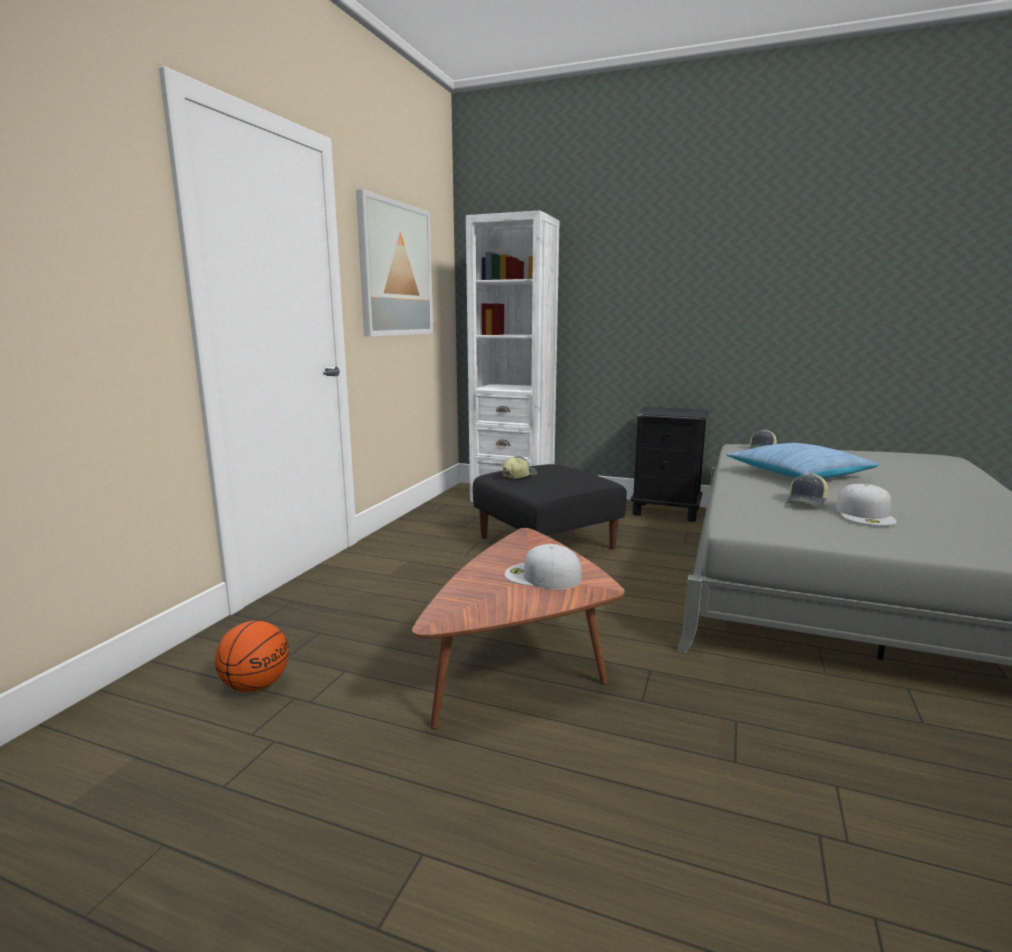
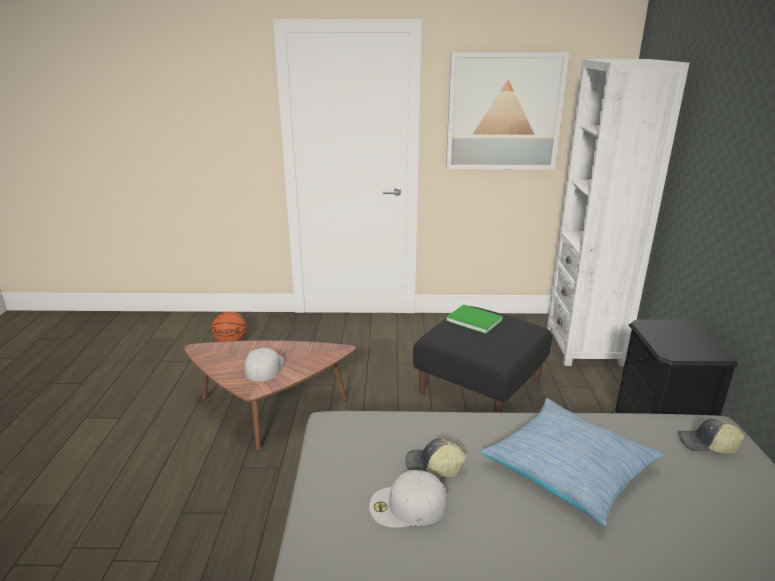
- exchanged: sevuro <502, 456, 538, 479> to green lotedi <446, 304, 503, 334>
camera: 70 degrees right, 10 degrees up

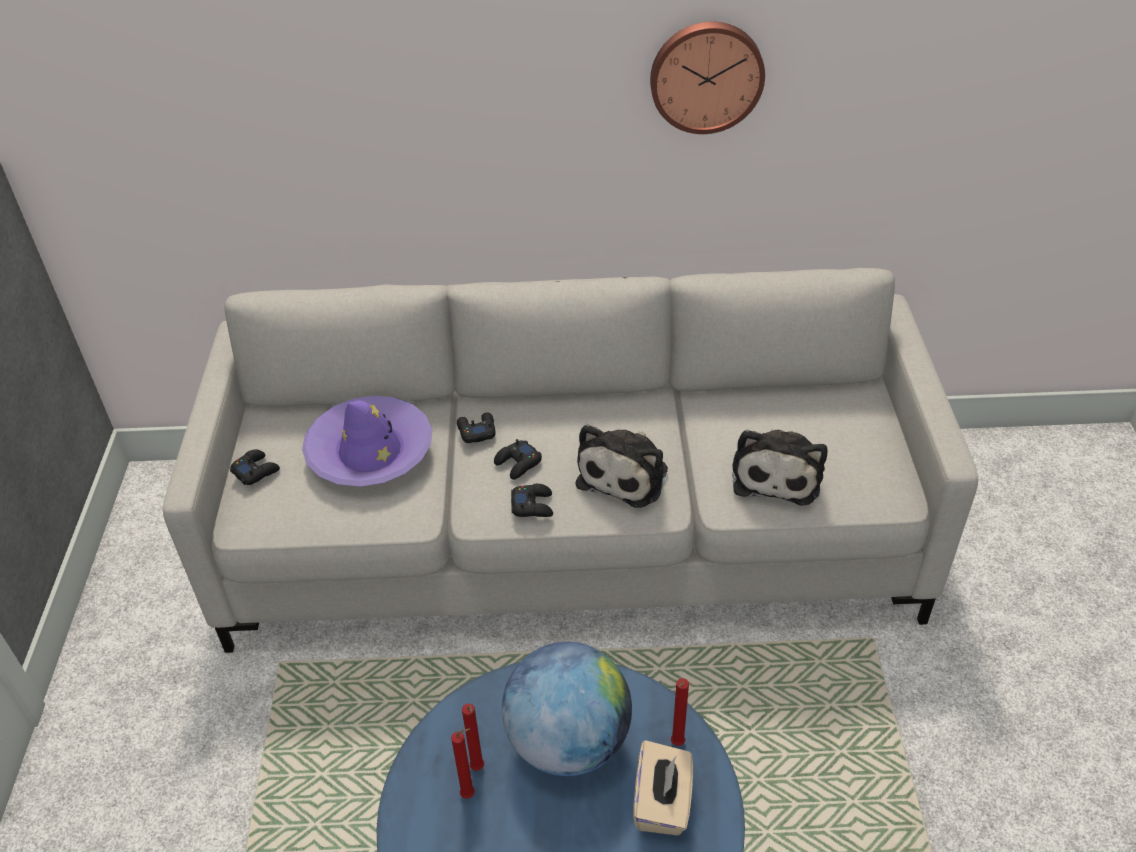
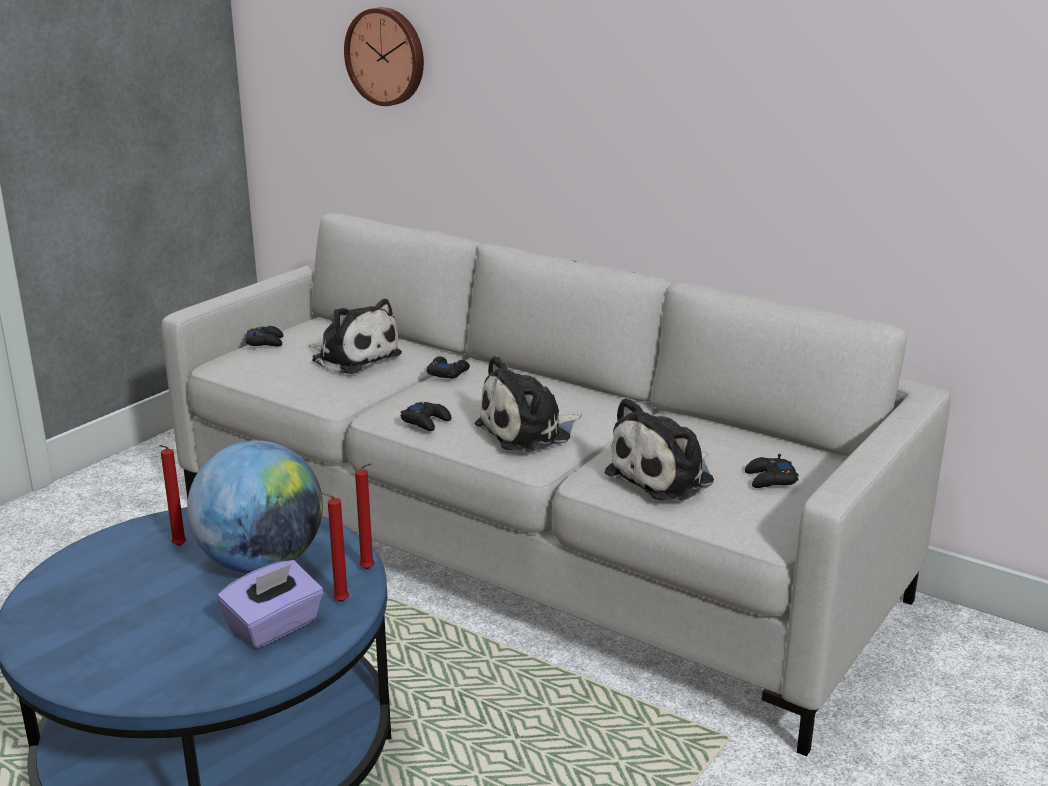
- colour: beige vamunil <634, 740, 693, 836> to purple vamunil <217, 560, 324, 649>
- exchanged: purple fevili <302, 396, 432, 487> to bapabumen <309, 299, 402, 374>
- relocated: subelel <650, 22, 765, 134> to <344, 7, 424, 106>
- relocated: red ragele <451, 729, 475, 799> to <355, 463, 375, 569>
- relocated: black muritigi <494, 439, 542, 480> to <745, 454, 799, 488>
camera: 35 degrees right, 20 degrees down

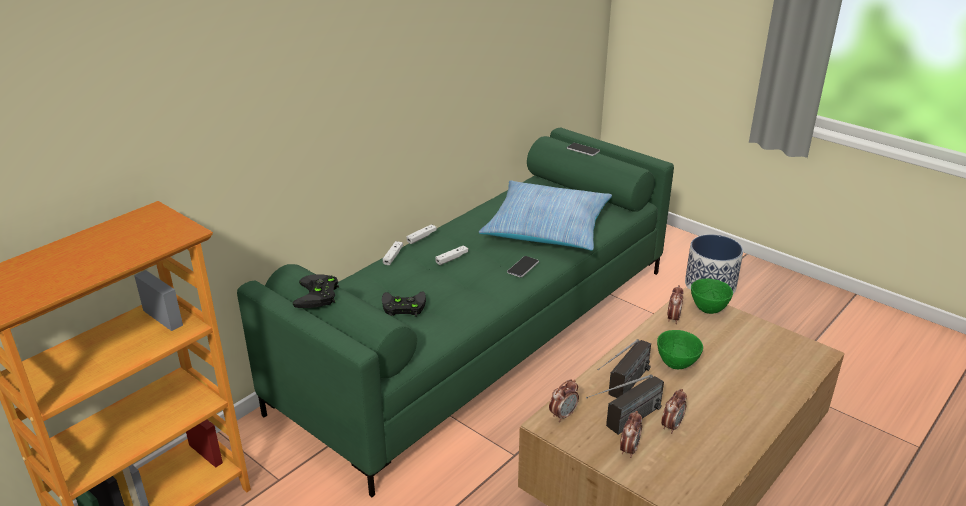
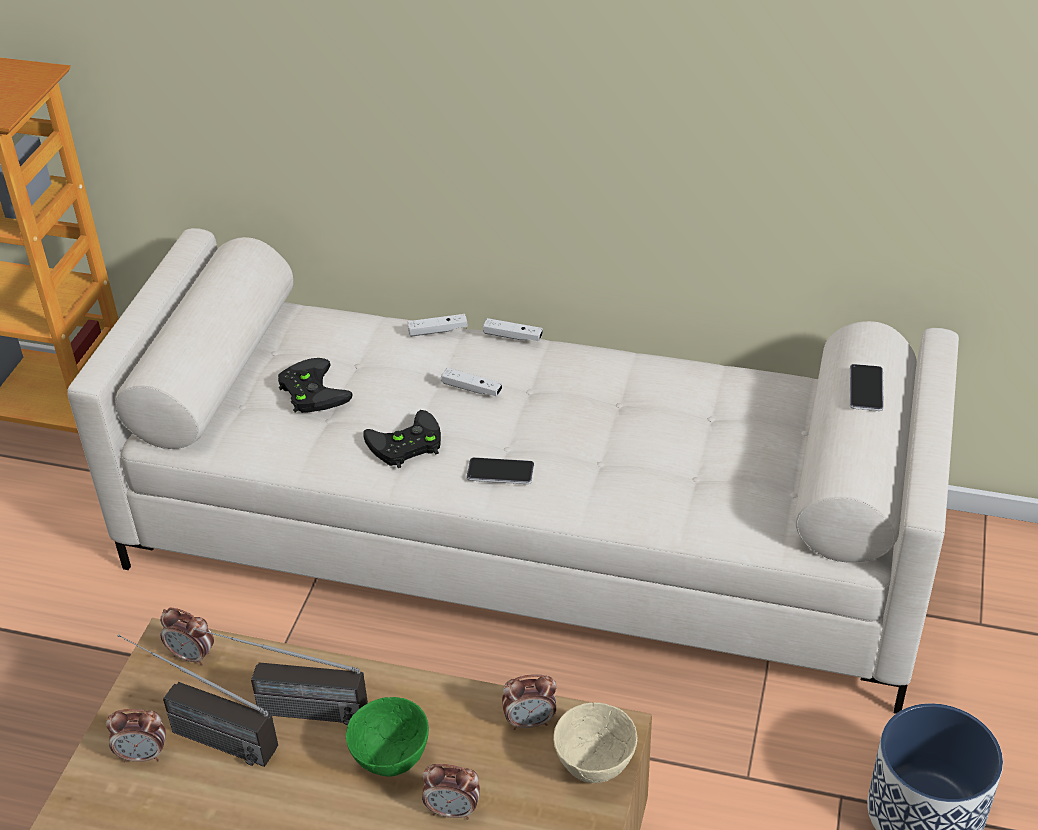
- colour: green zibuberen <237, 128, 674, 497> to white zibuberen <67, 228, 959, 714>
- relocated: black muritigi <293, 274, 339, 308> to <363, 410, 441, 468>
- relocated: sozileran <661, 389, 687, 434> to <422, 764, 480, 820>
- colour: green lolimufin <691, 279, 733, 314> to beige lolimufin <553, 702, 637, 783>
- missing: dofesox <479, 180, 612, 250>
camera: 65 degrees right, 10 degrees up

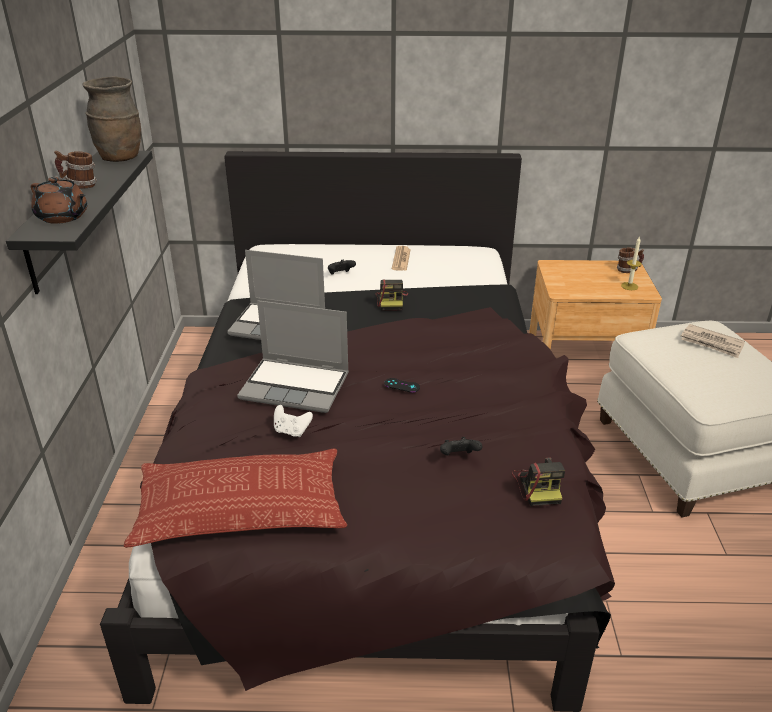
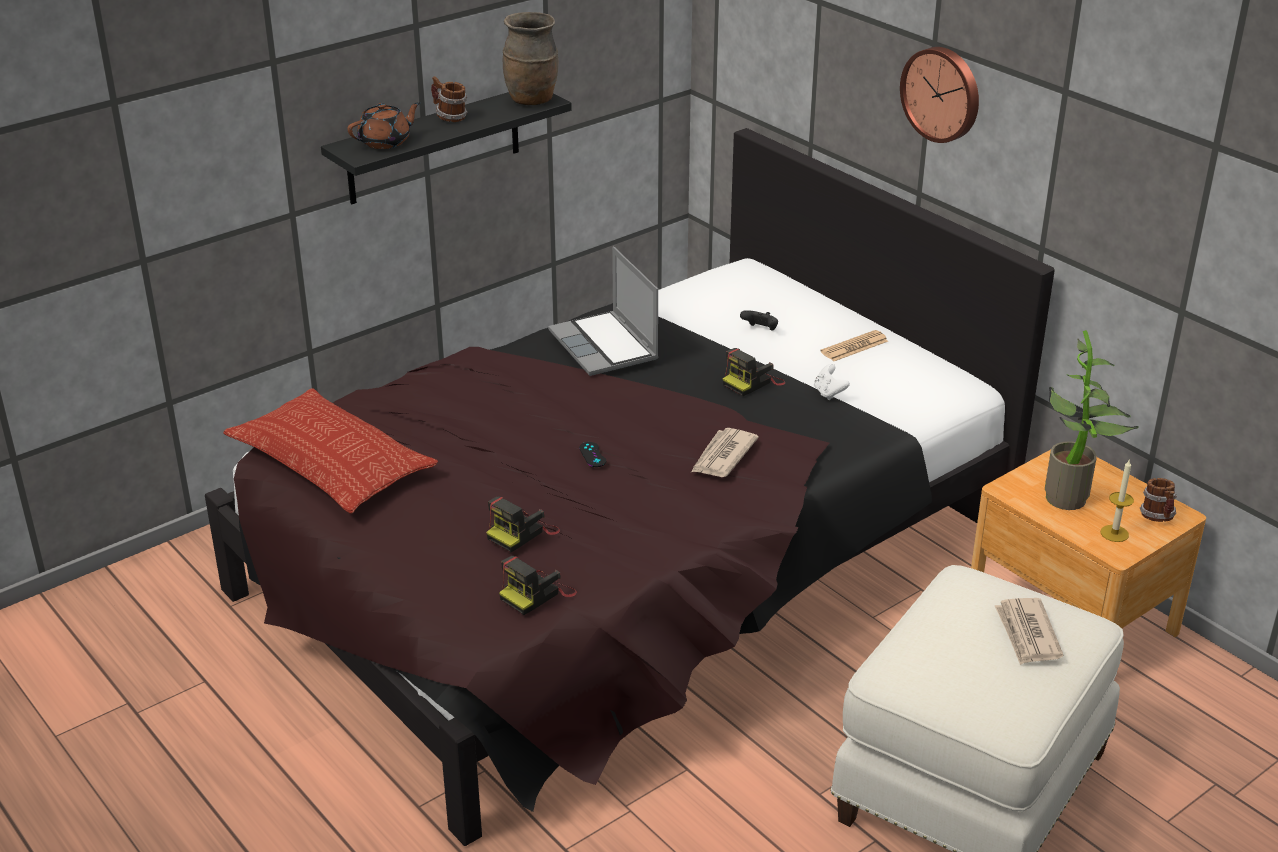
- spun: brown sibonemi <31, 177, 88, 224> = <347, 102, 421, 149> 120 degrees counterclockwise
- exchanged: black muritigi <440, 437, 482, 455> to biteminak <486, 496, 560, 552>
- appeared: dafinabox <691, 428, 759, 477>
- relocated: white muritigi <274, 405, 313, 437> to <814, 364, 850, 400>
- appeared: subelel <900, 47, 979, 143>
- appeared: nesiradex <1045, 330, 1139, 510>
- missing: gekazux <237, 300, 349, 413>
camera: 50 degrees right, 0 degrees up

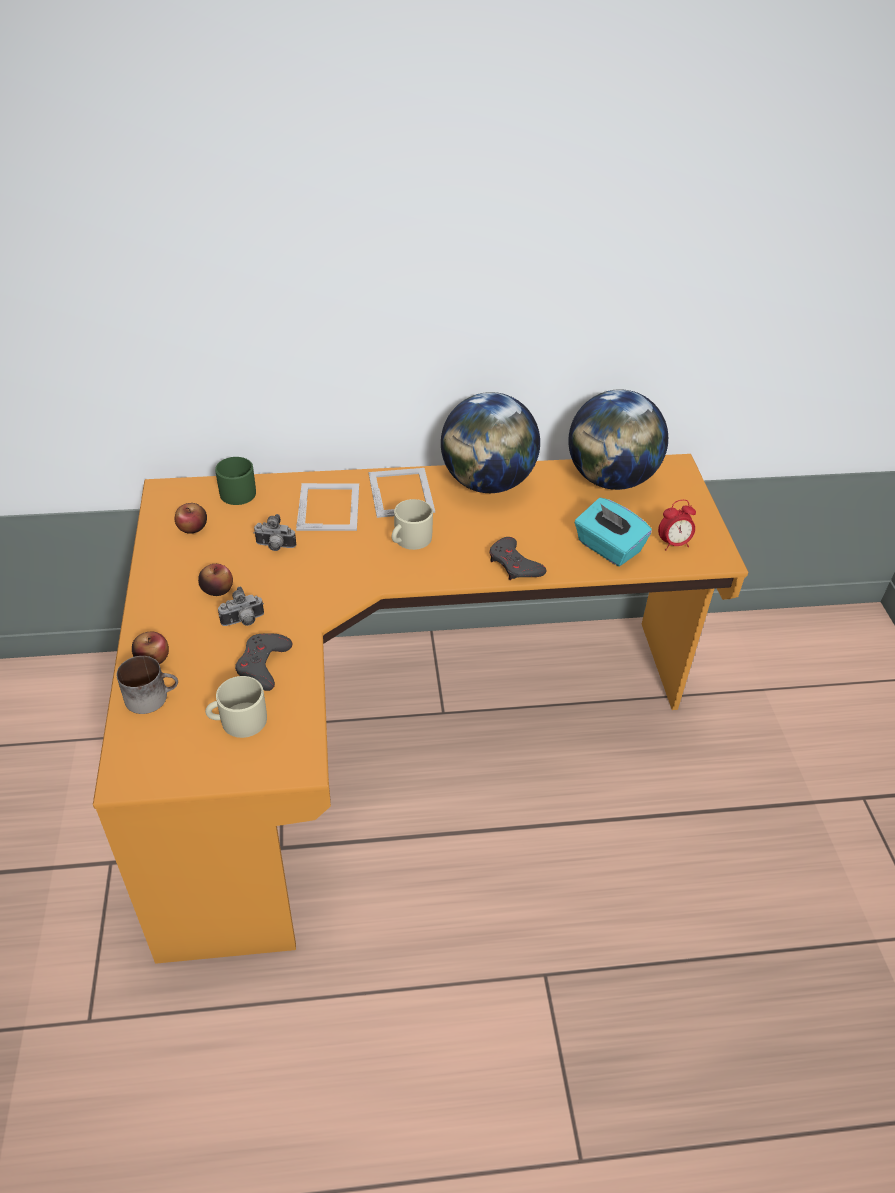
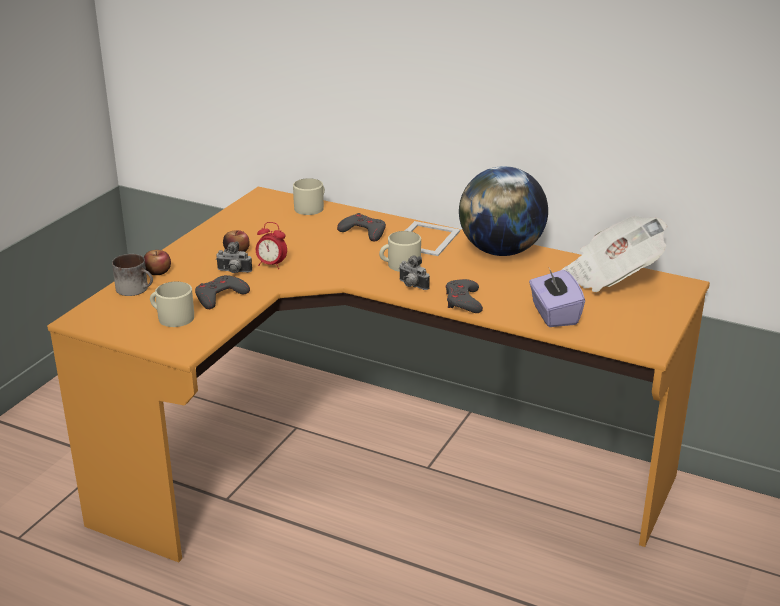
- relocated: sozileran <658, 500, 696, 551> to <256, 222, 287, 269>
- colour: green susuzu <215, 457, 256, 505> to beige susuzu <293, 178, 325, 215>
- exchanged: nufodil <296, 483, 359, 531> to grey muritigi <337, 213, 386, 242>
- relocated: biteminak <254, 514, 296, 551> to <399, 255, 430, 290>
- colour: turquoise vamunil <574, 498, 652, 566> to purple vamunil <529, 268, 585, 327>
- exchanged: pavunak <568, 389, 668, 490> to dafinabox <562, 216, 668, 292>
- missing: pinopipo <175, 503, 207, 534>
camera: 35 degrees right, 15 degrees down

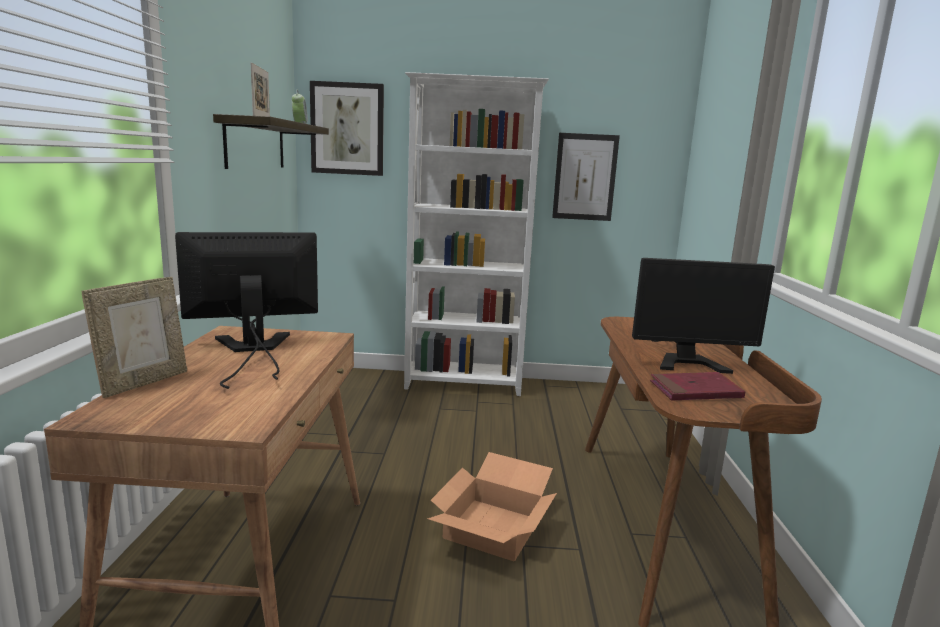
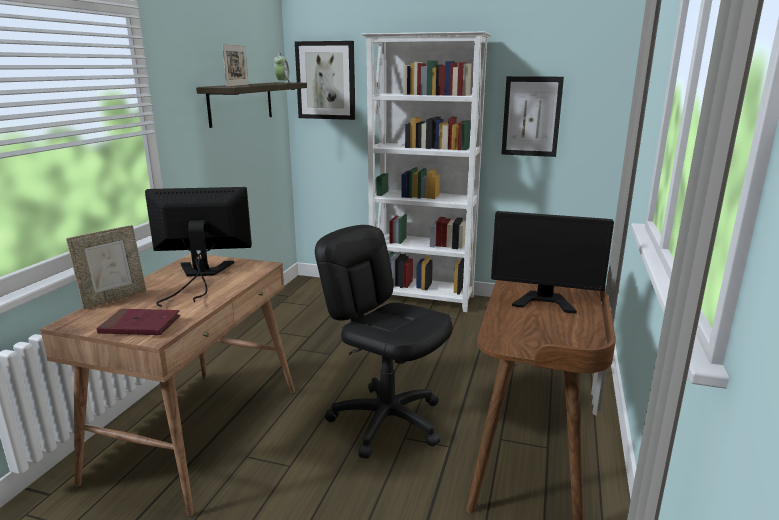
- relocated: red lotedi <650, 372, 745, 400> to <96, 309, 181, 335>
- exchanged: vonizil <427, 452, 557, 561> to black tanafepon <315, 225, 453, 459>
camera: 15 degrees right, 5 degrees up

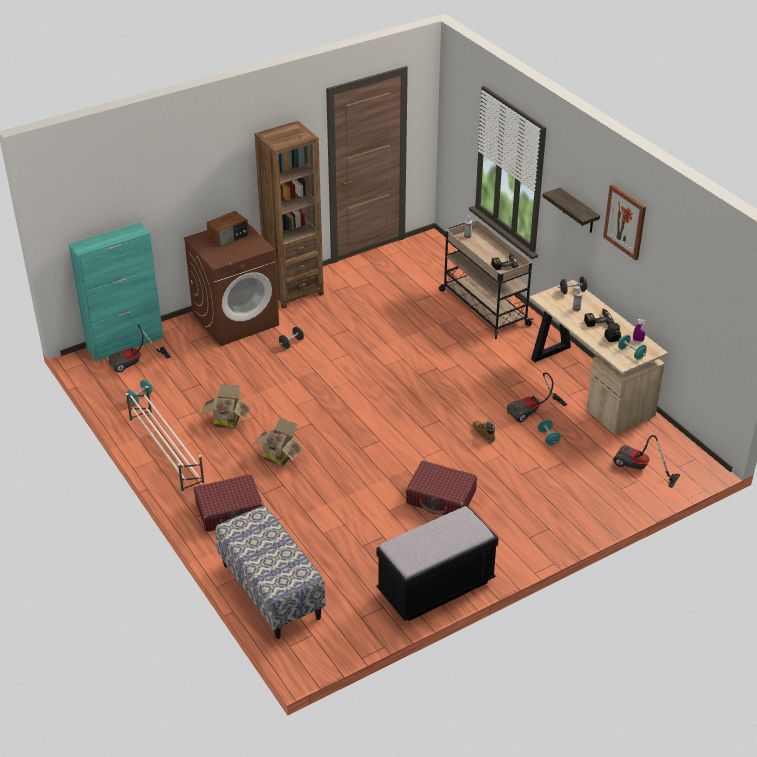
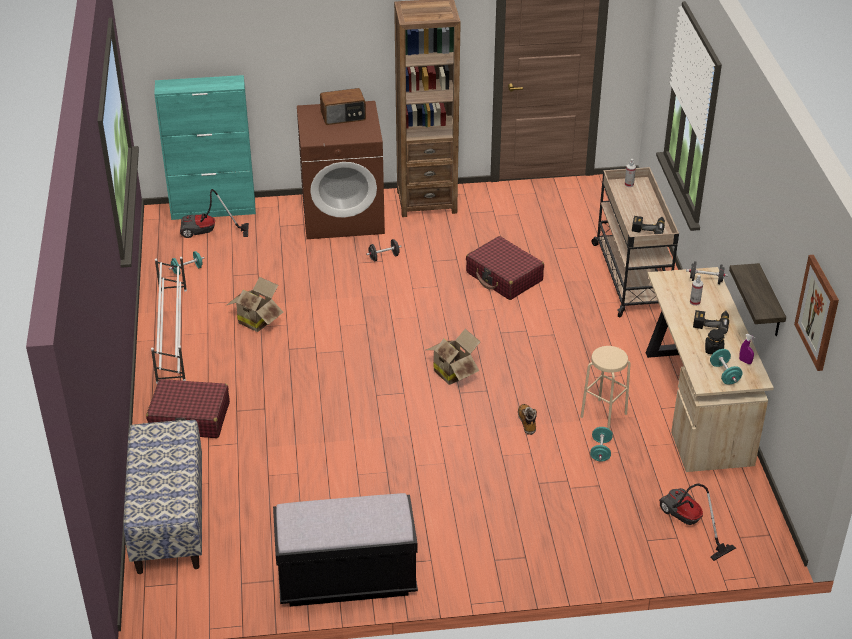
- relocated: vonizil <252, 418, 304, 467> to <426, 329, 481, 385>
- relocated: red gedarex <406, 460, 477, 515> to <466, 236, 544, 300>
- exchanged: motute <507, 372, 567, 422> to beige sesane <581, 346, 630, 429>
- relocated: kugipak <543, 187, 600, 233> to <729, 263, 786, 336>
- relocated: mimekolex <603, 184, 646, 261> to <794, 255, 839, 371>
camera: 25 degrees right, 0 degrees up

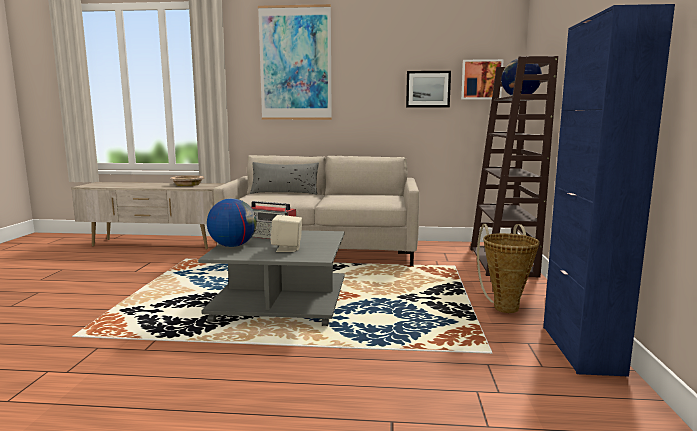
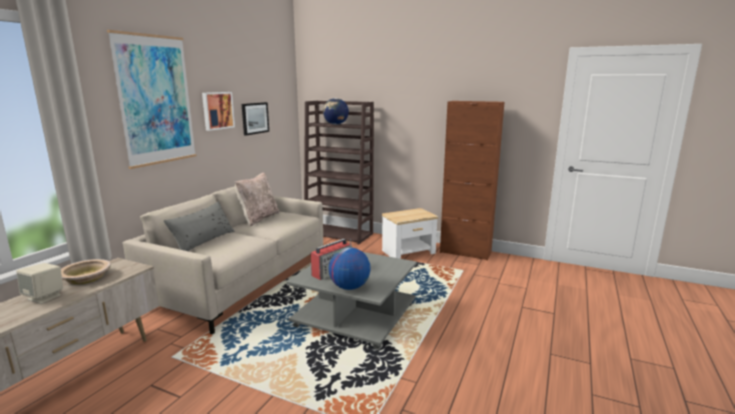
- relocated: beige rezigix <271, 215, 302, 252> to <16, 263, 63, 304>
- relocated: mimekolex <461, 59, 504, 100> to <202, 92, 235, 131>
- appeared: beige dofesox <235, 173, 279, 226>
- exchanged: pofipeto <477, 224, 540, 313> to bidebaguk <382, 208, 438, 259>
- colour: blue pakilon <543, 4, 675, 376> to brown pakilon <440, 101, 505, 261>
camera: 70 degrees left, 5 degrees up

